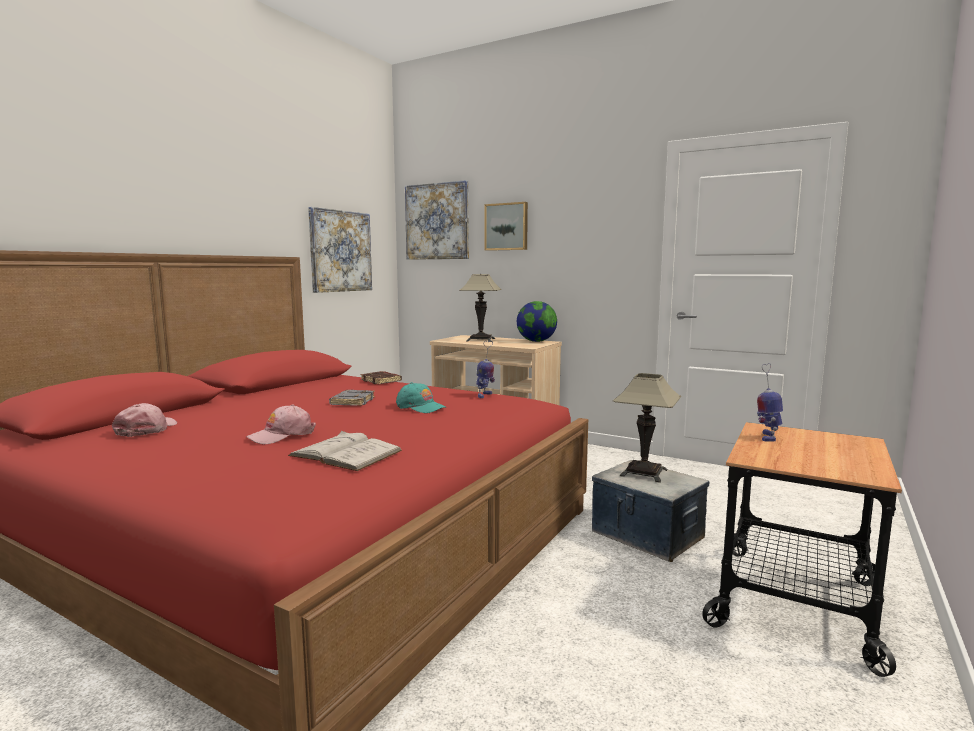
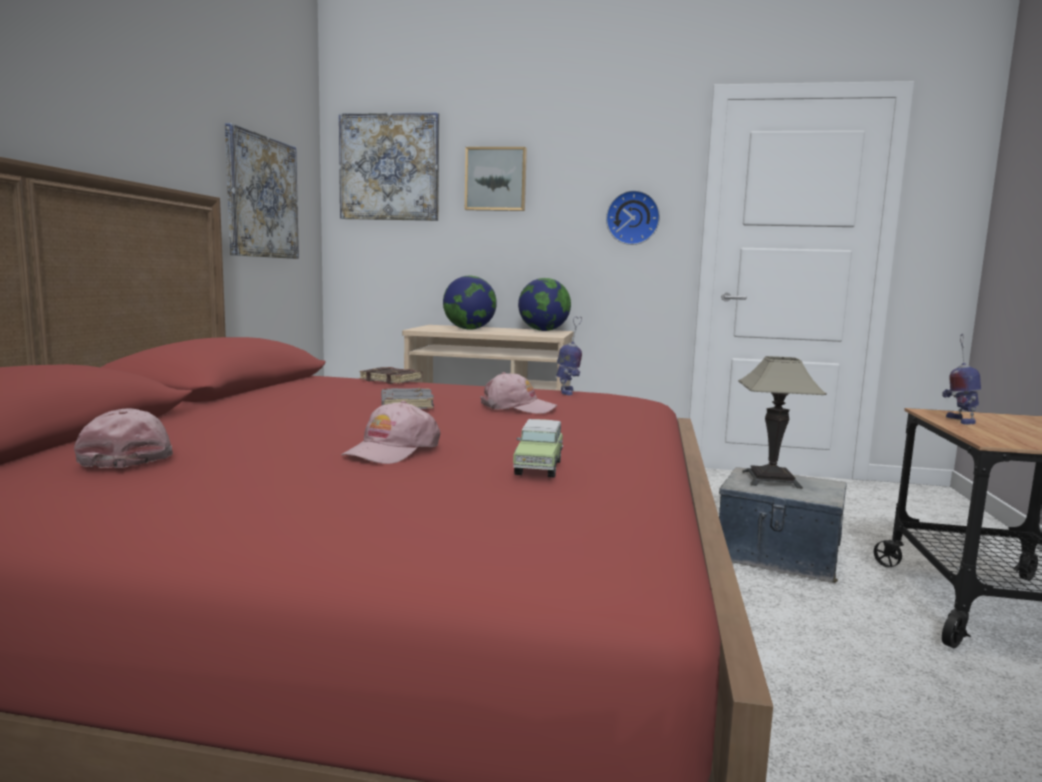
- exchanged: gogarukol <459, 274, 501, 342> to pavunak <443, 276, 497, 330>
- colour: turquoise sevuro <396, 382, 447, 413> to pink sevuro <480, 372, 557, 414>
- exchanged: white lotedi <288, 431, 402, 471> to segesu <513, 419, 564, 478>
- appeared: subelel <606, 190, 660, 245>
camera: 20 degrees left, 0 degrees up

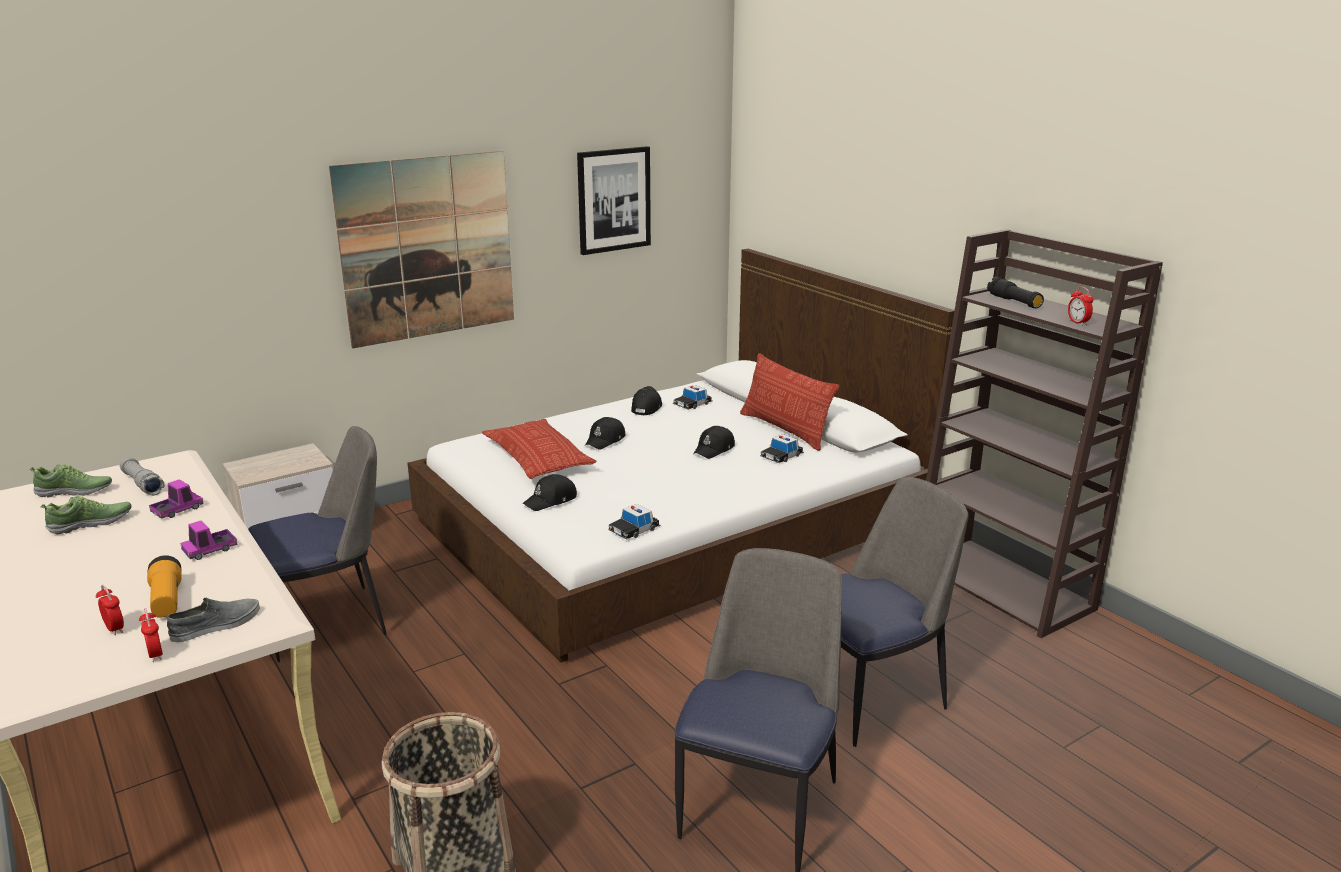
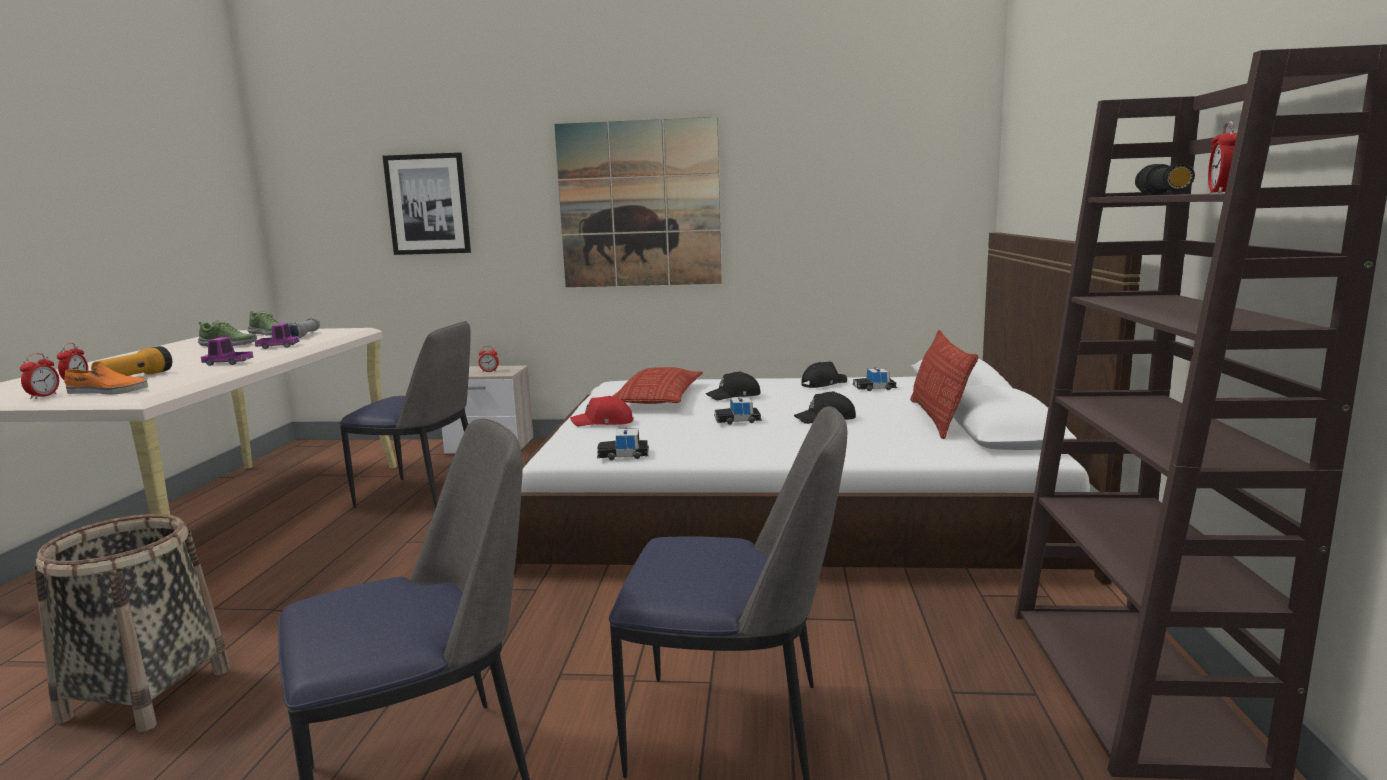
- colour: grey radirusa <167, 598, 260, 643> to orange radirusa <64, 363, 148, 394>
- relocated: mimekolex <577, 146, 651, 255> to <383, 152, 471, 255>
- appeared: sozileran <479, 346, 499, 372>
- colour: black sevuro <522, 474, 577, 511> to red sevuro <570, 396, 634, 426>
- relocated: segesu <760, 434, 804, 463> to <714, 396, 762, 425>
camera: 40 degrees right, 10 degrees down

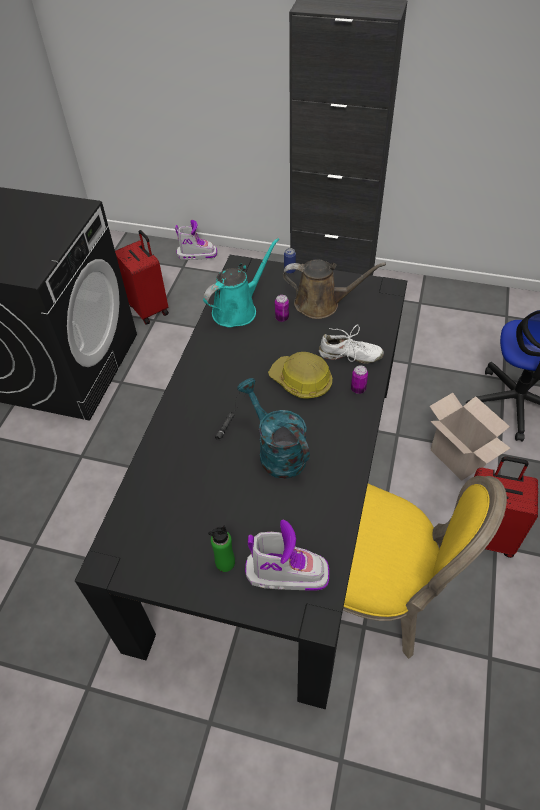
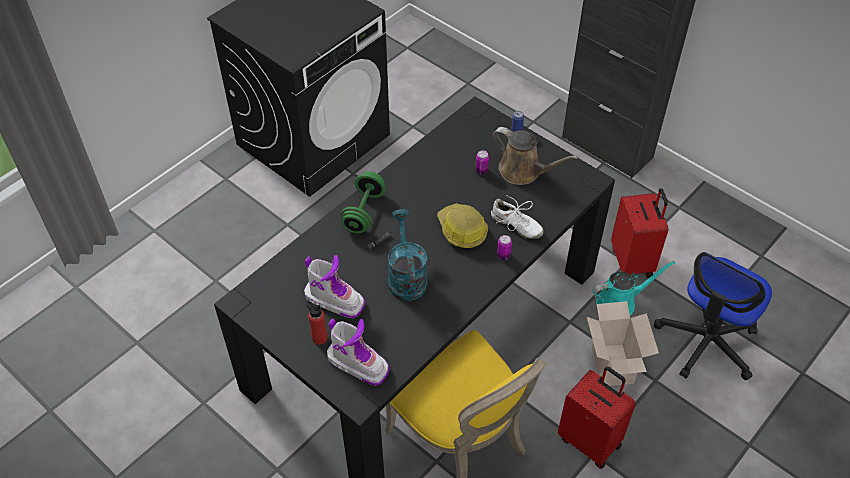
- relocated: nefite <175, 220, 217, 260> to <304, 255, 365, 318>
- colour: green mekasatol <208, 525, 235, 572> to red mekasatol <306, 304, 328, 345>
- appeared: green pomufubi <340, 171, 386, 233>
- relocated: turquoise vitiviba <203, 238, 279, 327> to <592, 261, 675, 315>
- relocated: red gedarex <115, 230, 169, 325> to <611, 188, 668, 278>
camera: 25 degrees right, 0 degrees up

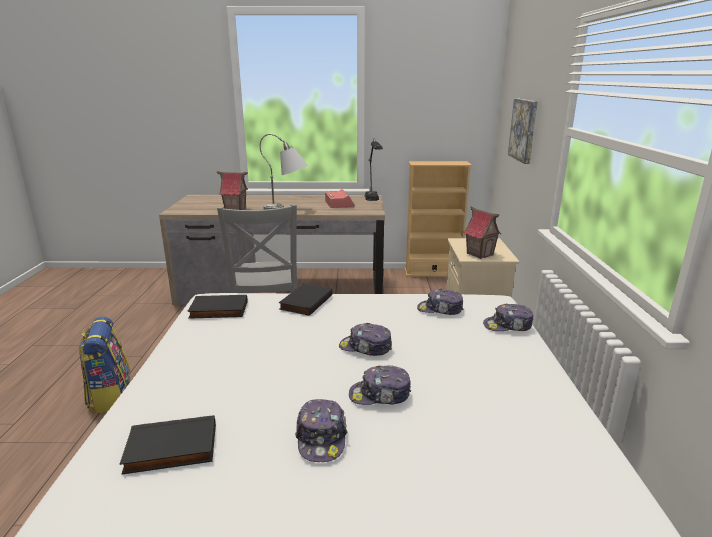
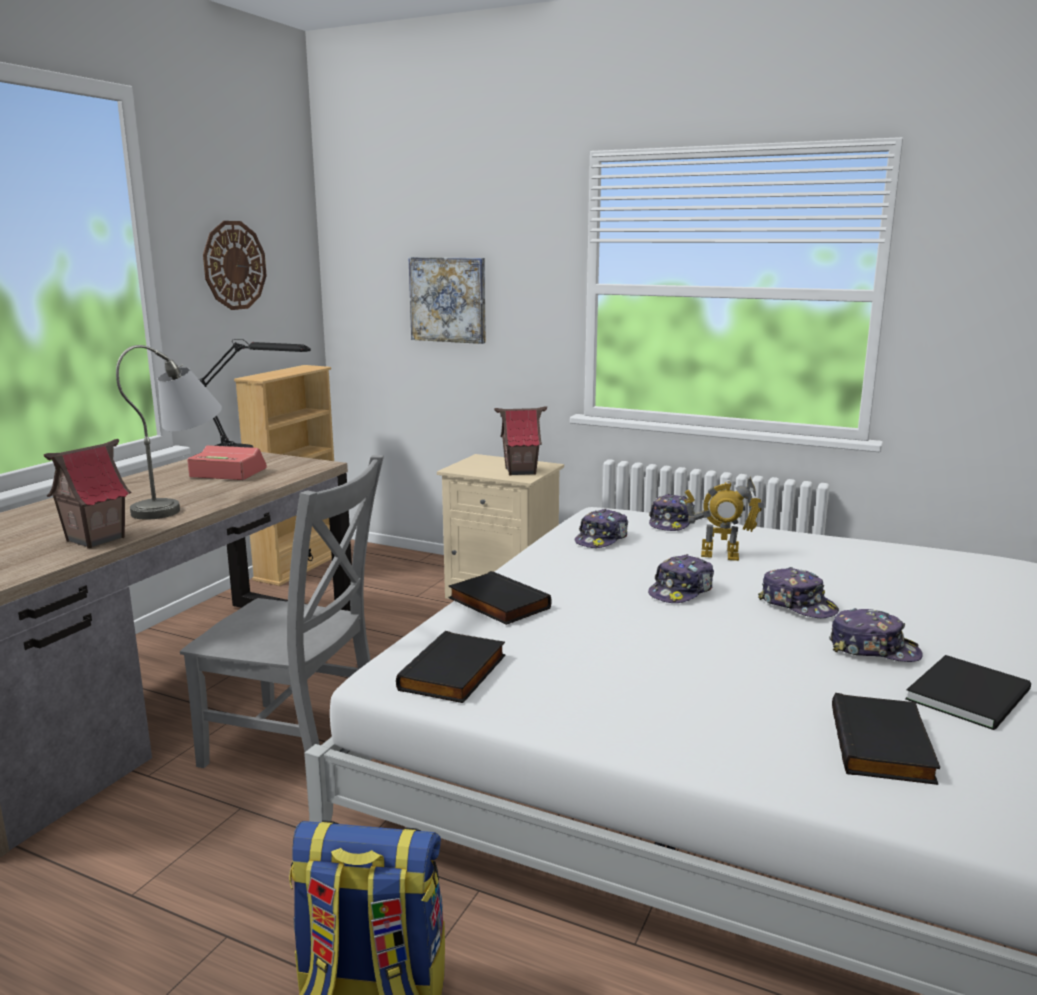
- appeared: subelel <203, 221, 267, 310>
- appeared: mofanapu <684, 477, 764, 561>
- spun: sevuro <349, 365, 411, 405> = <758, 567, 839, 618> 60 degrees counterclockwise
- appeared: black lotedi <905, 655, 1031, 730>
camera: 65 degrees left, 5 degrees down

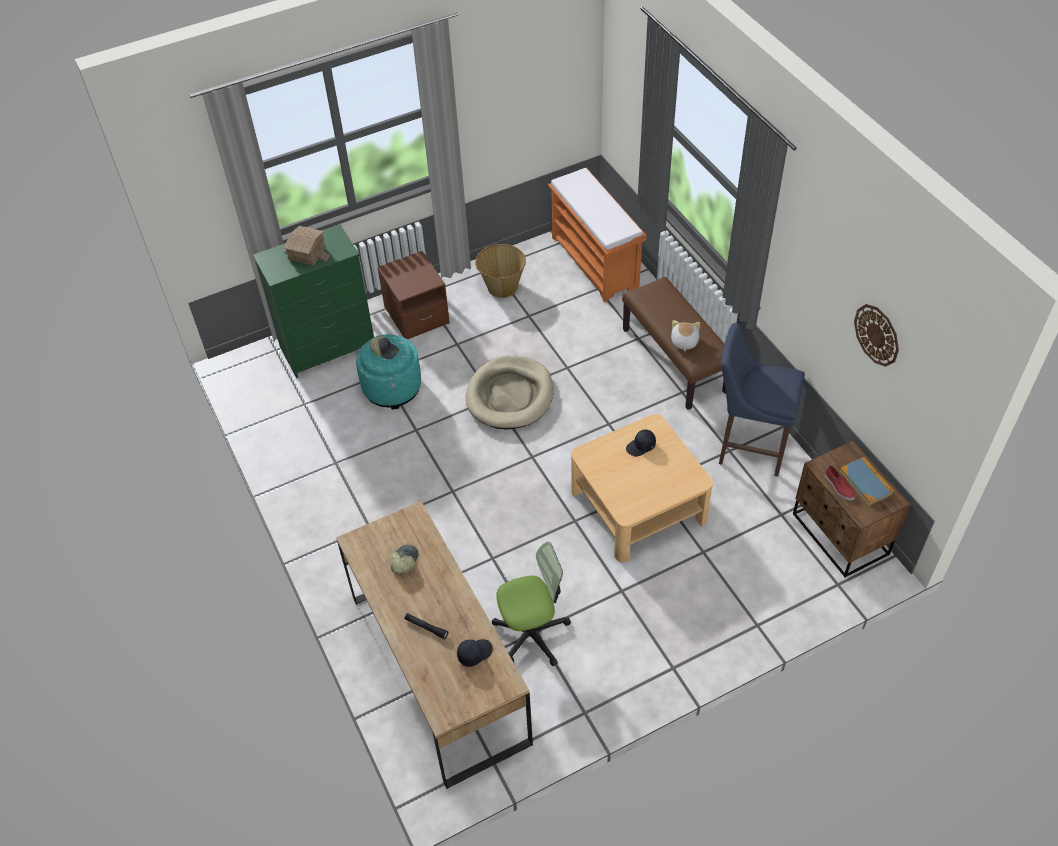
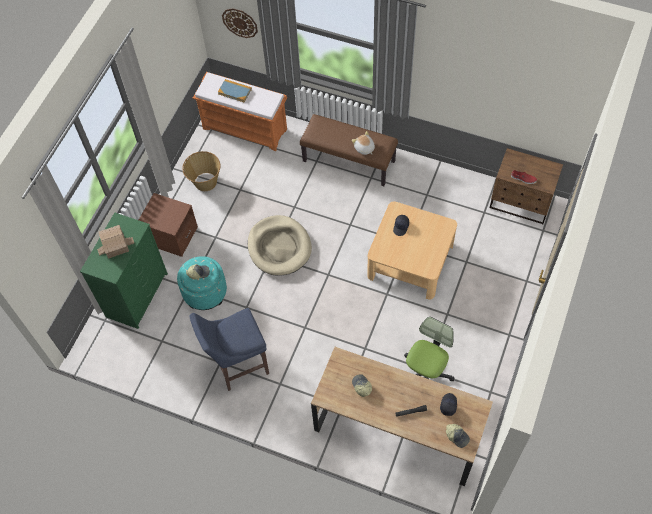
- relocated: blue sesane <719, 323, 805, 477> to <190, 308, 269, 391>
- relocated: lotedi <839, 457, 894, 506> to <218, 79, 252, 102>
- relocated: subelel <854, 304, 899, 367> to <222, 8, 258, 38>
- appeared: sevuro <446, 424, 470, 448>
camera: 40 degrees left, 10 degrees up

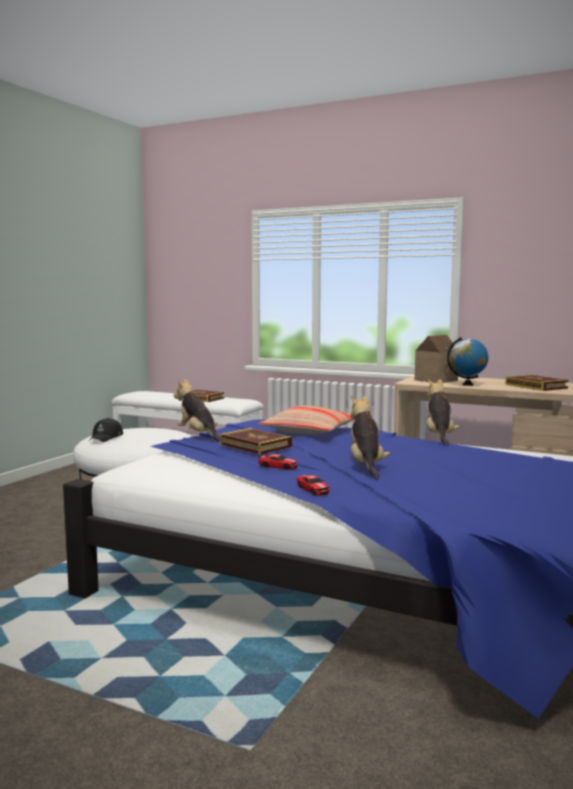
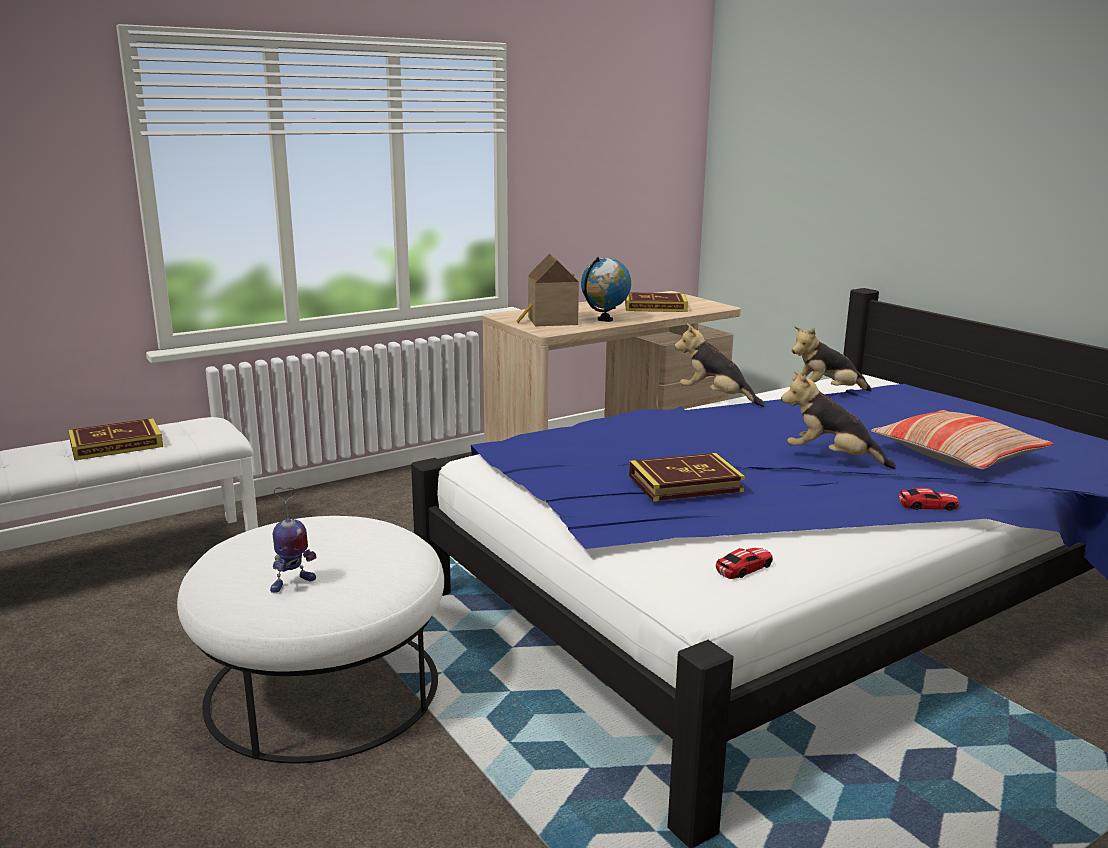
- exchanged: black sevuro <89, 418, 123, 442> to mofanapu <270, 488, 316, 593>
- relocated: segesu <258, 454, 298, 470> to <716, 548, 773, 579>
- relocated: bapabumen <174, 379, 222, 442> to <792, 326, 872, 391>
- relocated: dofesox <259, 406, 354, 434> to <871, 410, 1054, 470>
camera: 60 degrees left, 10 degrees up

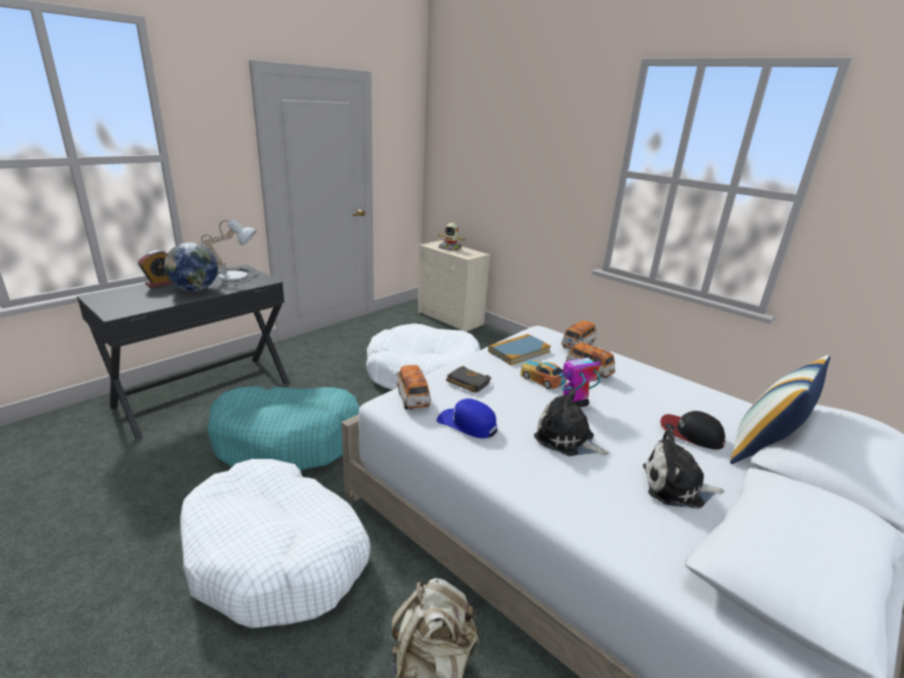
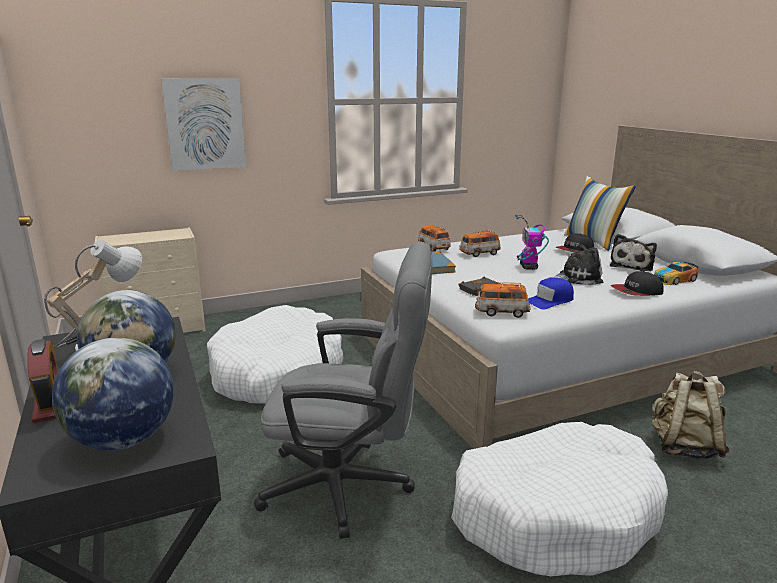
- appeared: pavunak <52, 337, 174, 451>
- appeared: mimekolex <161, 78, 246, 171>
- exchanged: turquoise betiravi <207, 386, 360, 470> to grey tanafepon <253, 242, 433, 539>
- spun: bapabumen <534, 388, 609, 456> = <549, 244, 603, 285> 150 degrees counterclockwise
- appeared: sevuro <611, 271, 664, 296>
- relocated: segesu <520, 361, 567, 389> to <654, 262, 698, 285>
- missing: mofanapu <436, 223, 467, 251>
camera: 65 degrees left, 5 degrees down

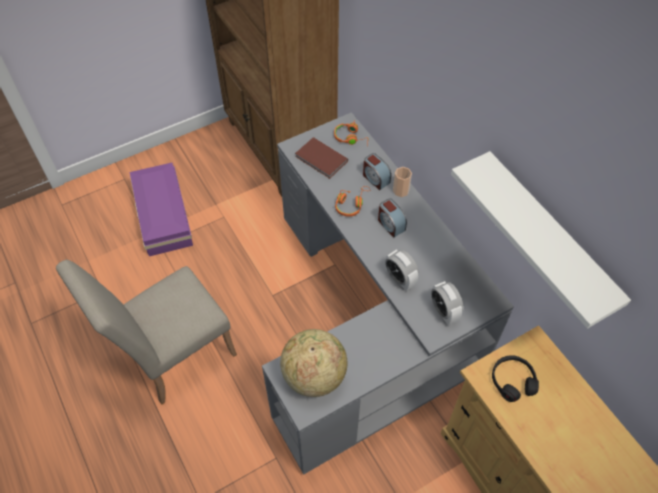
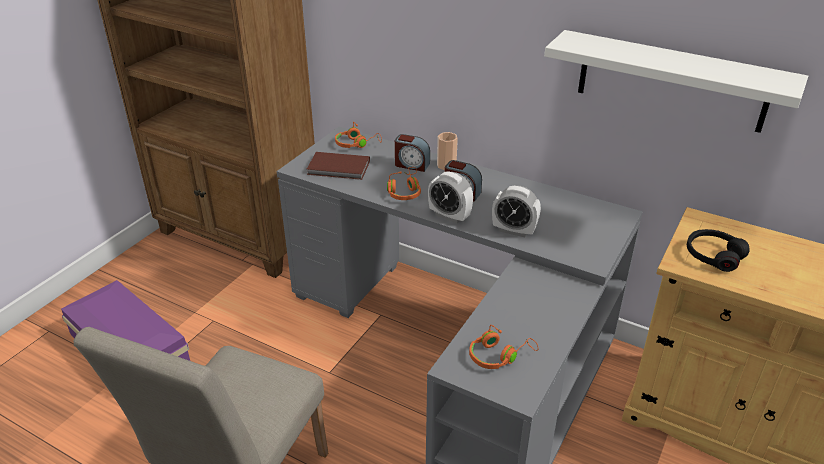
- relocated: sozileran <431, 281, 463, 325> to <428, 171, 473, 223>
- exchanged: pavunak <280, 329, 347, 397> to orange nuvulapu <469, 325, 539, 369>
camera: 30 degrees left, 20 degrees down

